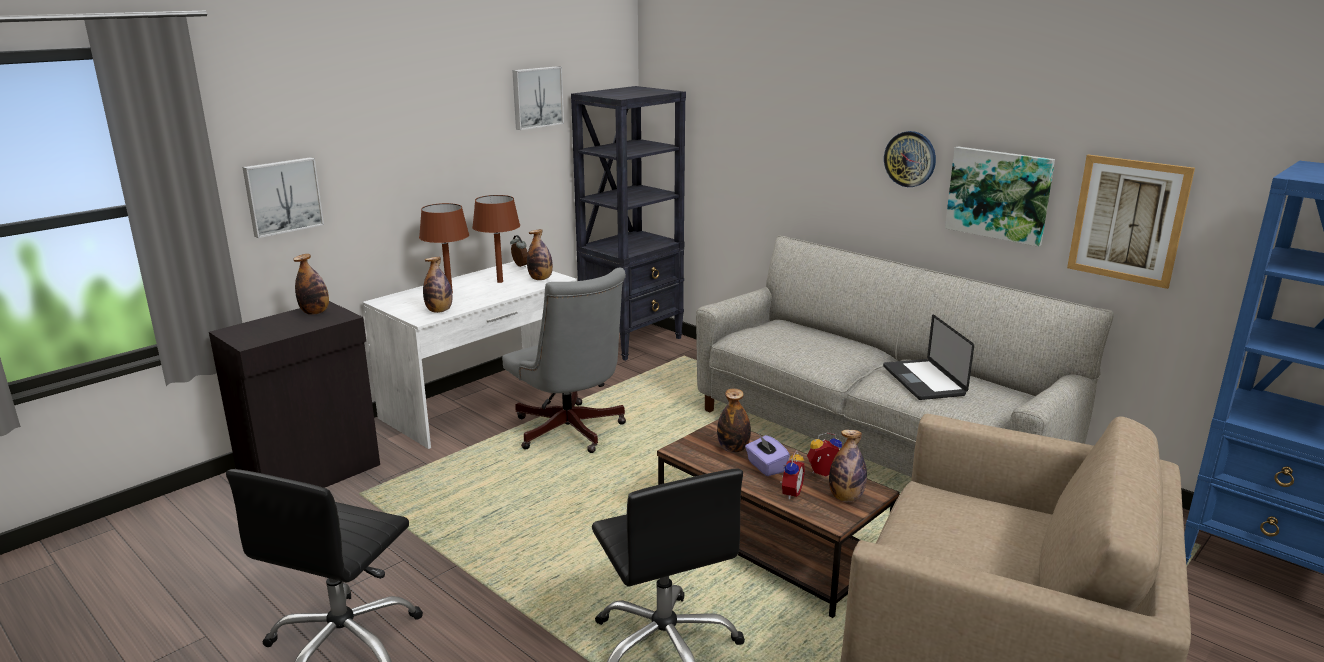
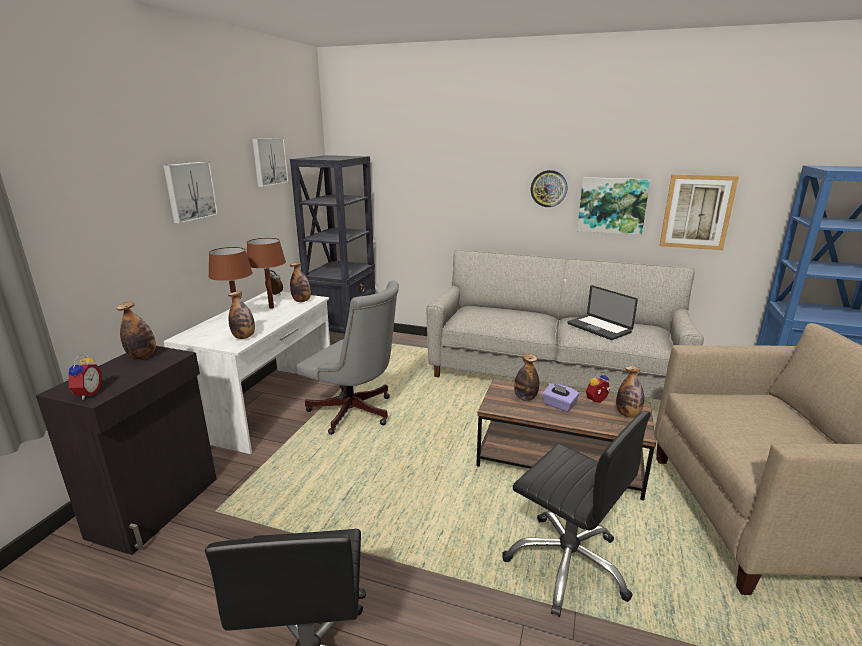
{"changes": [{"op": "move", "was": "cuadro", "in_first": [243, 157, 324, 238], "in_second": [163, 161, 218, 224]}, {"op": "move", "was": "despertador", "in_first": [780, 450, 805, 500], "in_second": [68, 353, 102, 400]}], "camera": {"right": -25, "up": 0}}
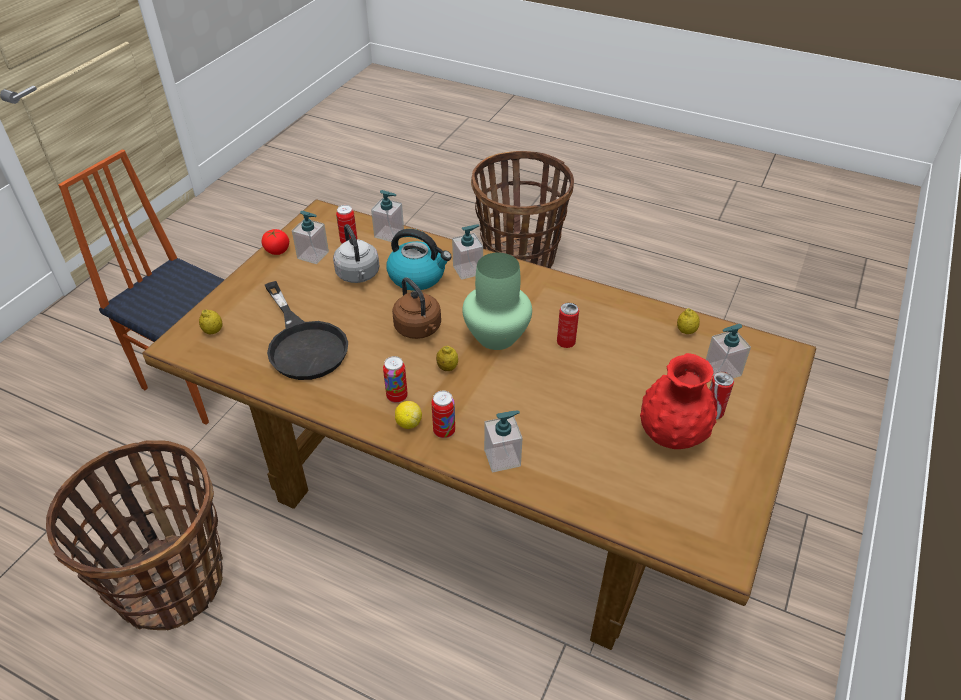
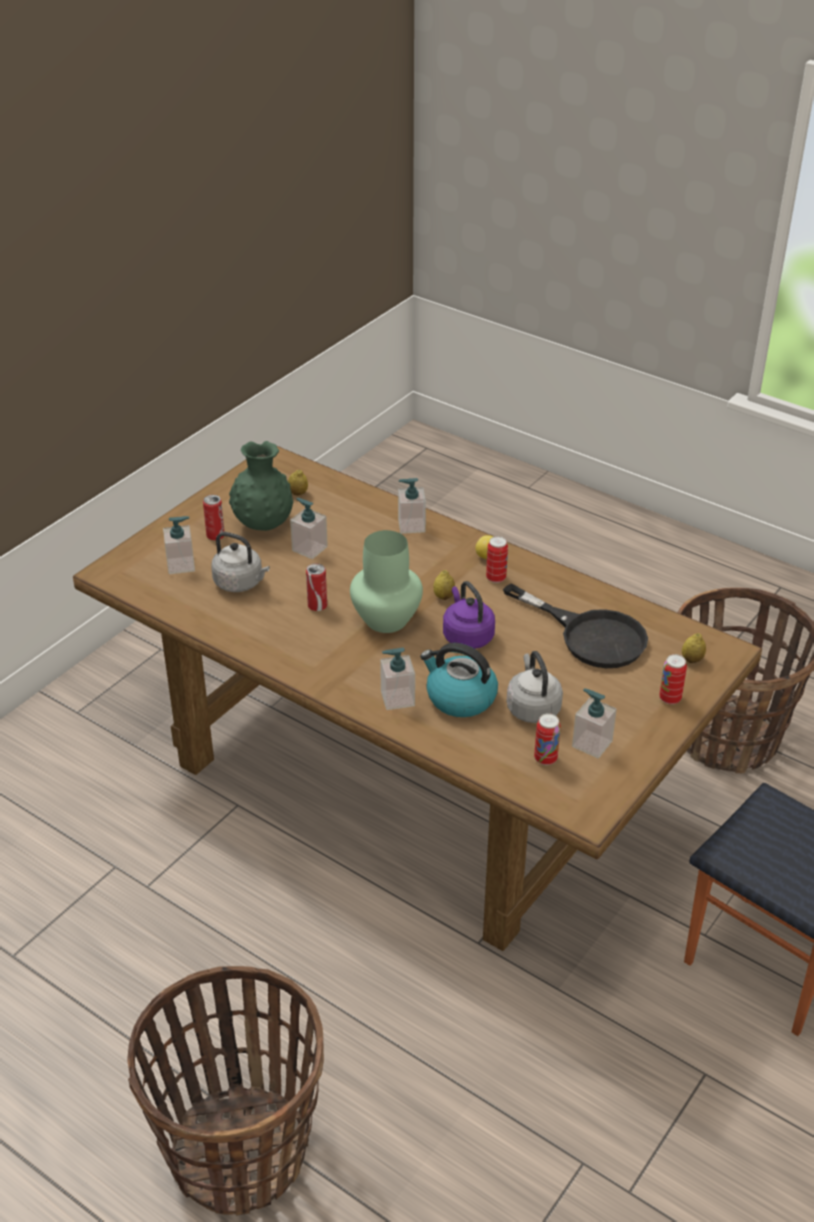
{"changes": [{"op": "move", "was": "dispensador de jabón", "in_first": [371, 190, 404, 242], "in_second": [290, 498, 328, 559]}, {"op": "delete", "was": "tomate", "in_first": [262, 229, 289, 255]}, {"op": "recolor", "was": "hervidor (marrón)", "now": "hervidor (morado)", "in_first": [392, 277, 441, 339], "in_second": [443, 581, 495, 649]}, {"op": "rotate", "was": "sartén (negro)", "in_first": [265, 281, 348, 380], "in_second": [503, 583, 648, 668], "clockwise": 150}, {"op": "move", "was": "limón", "in_first": [677, 308, 700, 334], "in_second": [288, 470, 308, 496]}, {"op": "recolor", "was": "florero (rojo)", "now": "florero (verde)", "in_first": [640, 353, 717, 449], "in_second": [229, 441, 293, 531]}, {"op": "move", "was": "lata", "in_first": [432, 391, 455, 438], "in_second": [659, 654, 687, 704]}, {"op": "insert", "now": "hervidor (gris)", "in_second": [211, 532, 270, 592]}], "camera": {"right": -170, "up": -5}}
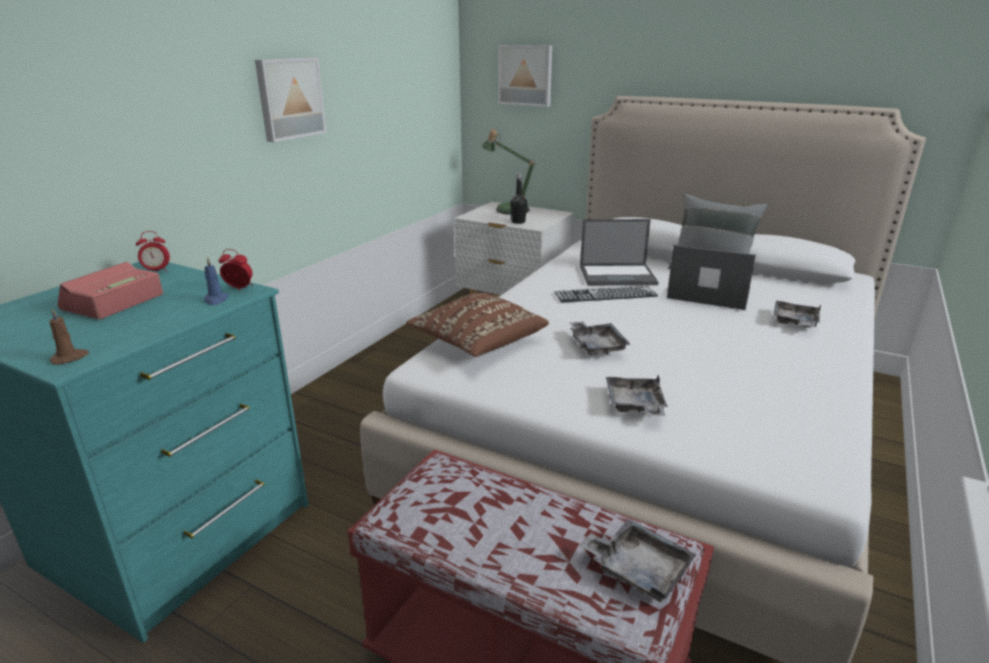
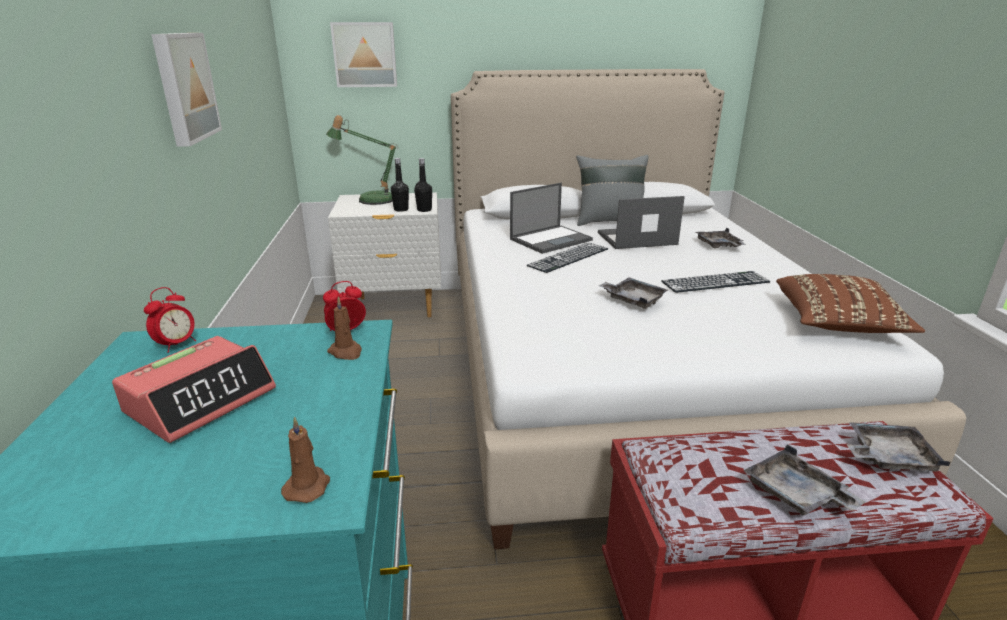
{"changes": [{"op": "recolor", "was": "vela (azul)", "now": "vela (marrón)", "in_first": [204, 257, 229, 305], "in_second": [327, 296, 362, 360]}, {"op": "rotate", "was": "despertador", "in_first": [58, 262, 163, 319], "in_second": [112, 336, 276, 443], "clockwise": -135}, {"op": "move", "was": "cojín (marrón)", "in_first": [406, 292, 549, 357], "in_second": [776, 274, 925, 333]}, {"op": "move", "was": "bandeja (gris)", "in_first": [606, 375, 668, 416], "in_second": [743, 444, 865, 515]}, {"op": "insert", "now": "botella (negro)", "in_second": [414, 158, 432, 212]}, {"op": "insert", "now": "teclado", "in_second": [661, 271, 770, 293]}], "camera": {"right": -35, "up": 0}}
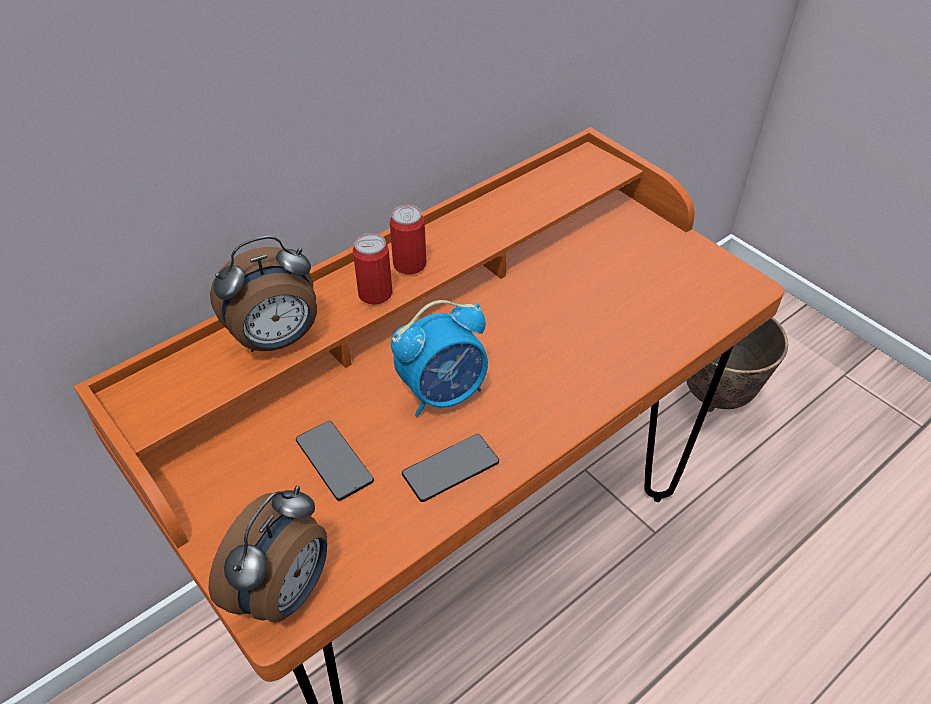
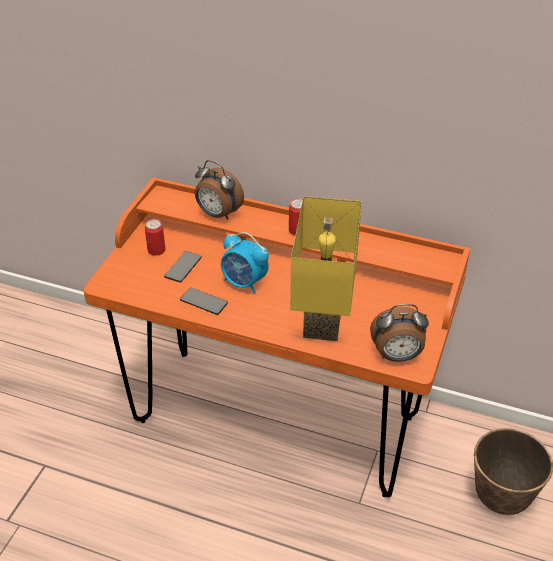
{"changes": [{"op": "move", "was": "lata", "in_first": [353, 233, 393, 304], "in_second": [145, 219, 165, 256]}, {"op": "move", "was": "despertador", "in_first": [208, 486, 327, 623], "in_second": [370, 304, 429, 362]}, {"op": "insert", "now": "lámpara de mesa (amarillo)", "in_second": [290, 196, 362, 341]}], "camera": {"right": 60, "up": -5}}
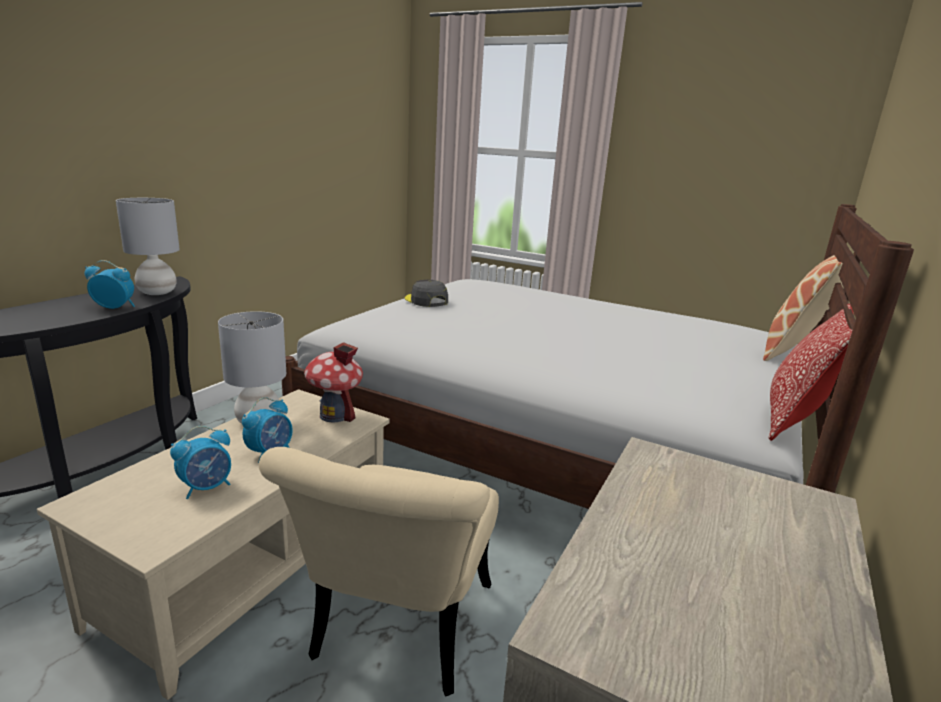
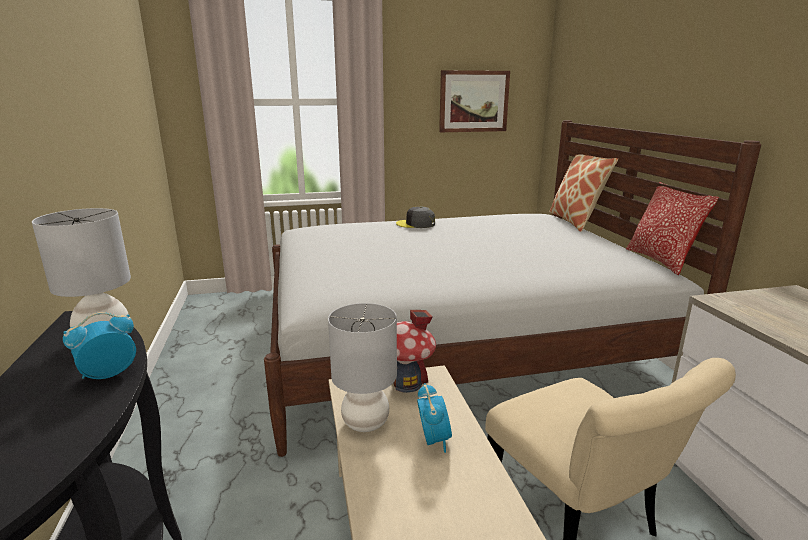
{"changes": [{"op": "move", "was": "gorra (gris)", "in_first": [405, 280, 448, 307], "in_second": [396, 207, 435, 228]}, {"op": "delete", "was": "despertador", "in_first": [170, 426, 231, 499]}, {"op": "insert", "now": "cuadro", "in_second": [439, 70, 510, 132]}], "camera": {"right": -40, "up": 0}}
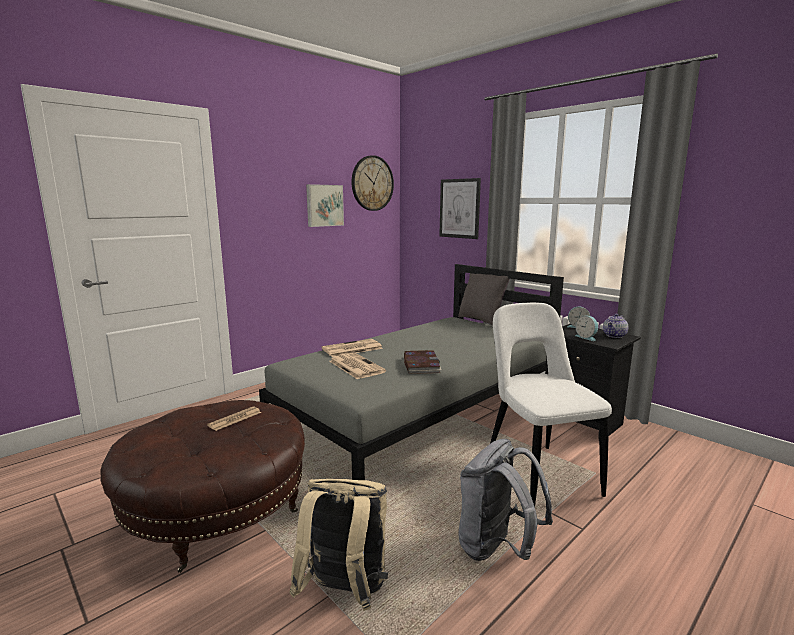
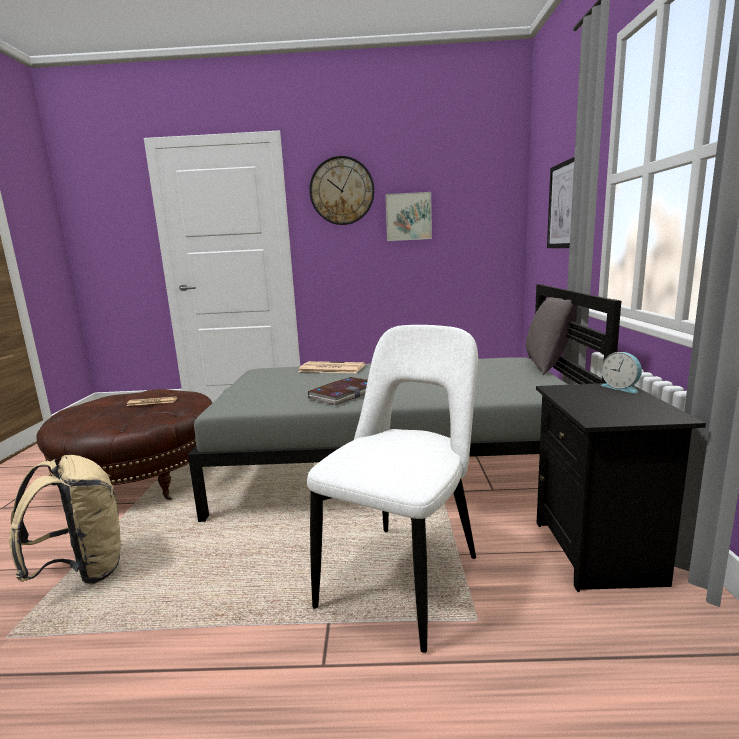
{"changes": [{"op": "move", "was": "reloj de pared", "in_first": [352, 155, 394, 211], "in_second": [309, 156, 374, 225]}, {"op": "delete", "was": "tetera", "in_first": [603, 314, 628, 338]}, {"op": "delete", "was": "despertador", "in_first": [575, 316, 598, 341]}, {"op": "delete", "was": "periódico", "in_first": [329, 353, 386, 379]}, {"op": "delete", "was": "mochila (gris)", "in_first": [459, 439, 553, 561]}], "camera": {"right": 45, "up": 0}}
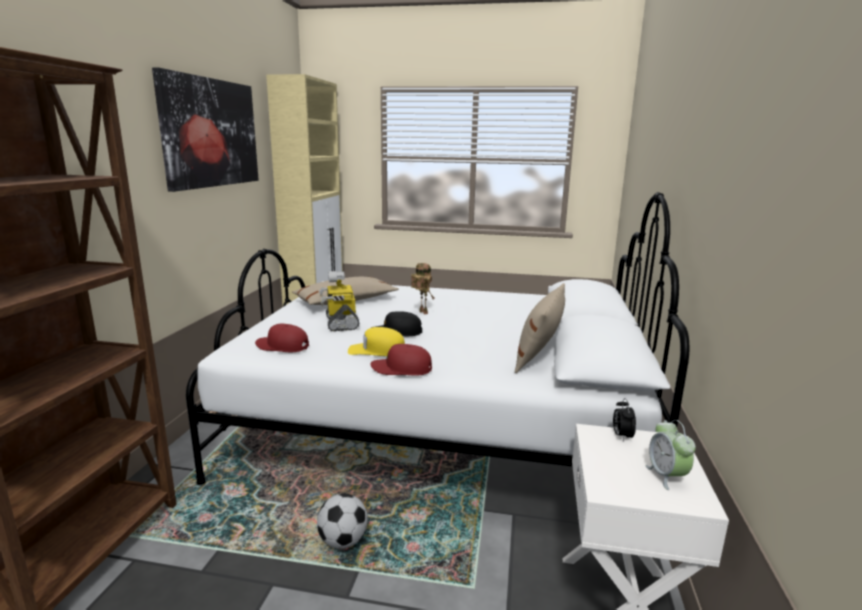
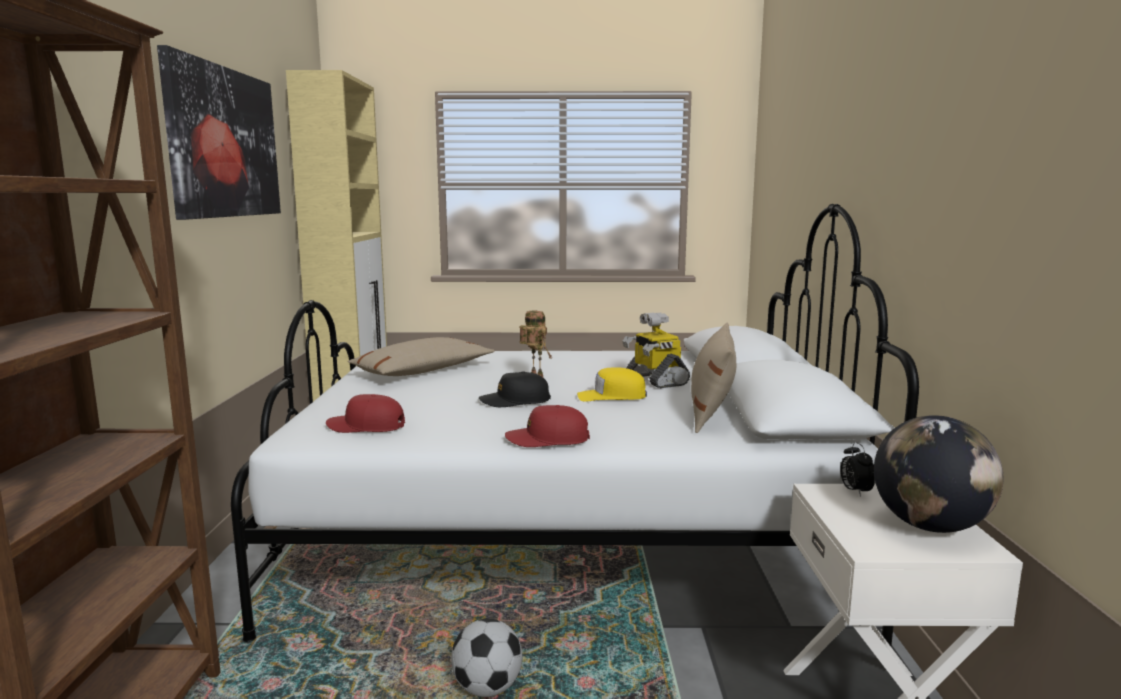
{"changes": [{"op": "move", "was": "robot de juguete", "in_first": [319, 271, 359, 331], "in_second": [622, 313, 690, 388]}, {"op": "move", "was": "gorra (amarillo)", "in_first": [348, 327, 405, 356], "in_second": [577, 367, 647, 402]}, {"op": "replace", "was": "despertador", "now": "globo terráqueo", "in_first": [645, 420, 696, 490], "in_second": [874, 415, 1004, 533]}], "camera": {"right": -10, "up": -5}}
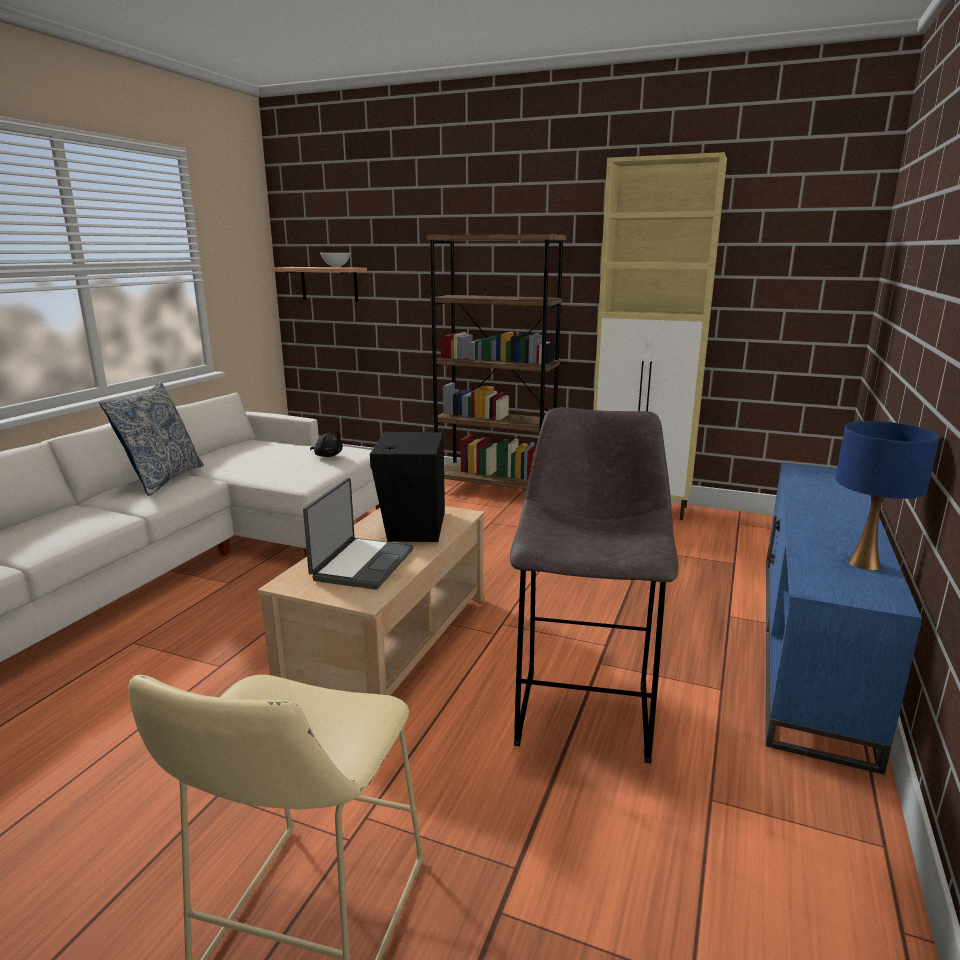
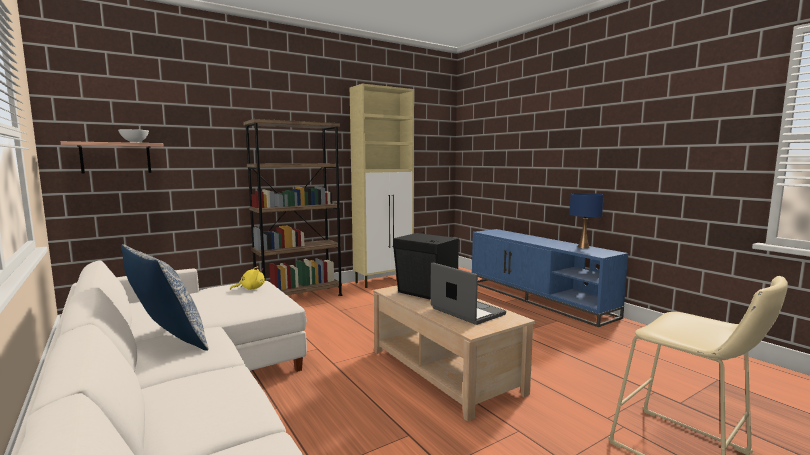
{"changes": [{"op": "delete", "was": "taburete (gris)", "in_first": [510, 407, 678, 763]}, {"op": "recolor", "was": "peluche (negro)", "now": "peluche (amarillo)", "in_first": [310, 431, 343, 457], "in_second": [230, 266, 265, 290]}], "camera": {"right": -55, "up": -10}}
